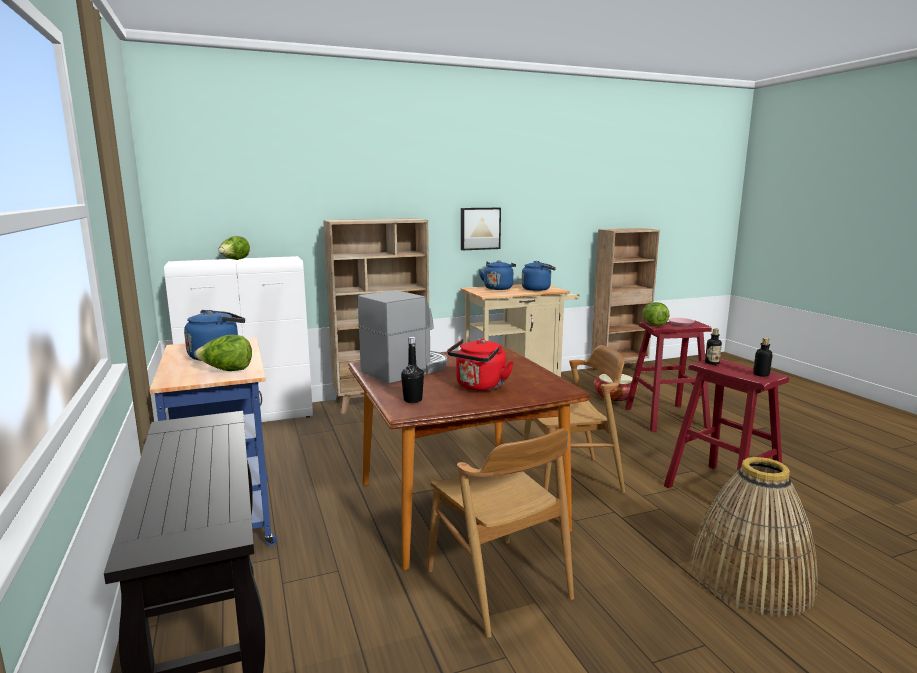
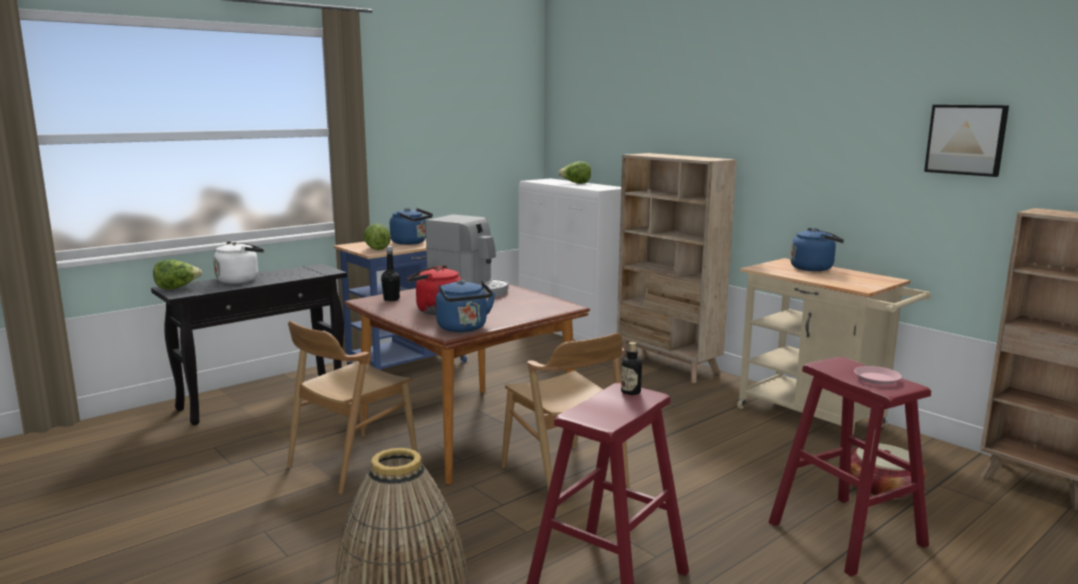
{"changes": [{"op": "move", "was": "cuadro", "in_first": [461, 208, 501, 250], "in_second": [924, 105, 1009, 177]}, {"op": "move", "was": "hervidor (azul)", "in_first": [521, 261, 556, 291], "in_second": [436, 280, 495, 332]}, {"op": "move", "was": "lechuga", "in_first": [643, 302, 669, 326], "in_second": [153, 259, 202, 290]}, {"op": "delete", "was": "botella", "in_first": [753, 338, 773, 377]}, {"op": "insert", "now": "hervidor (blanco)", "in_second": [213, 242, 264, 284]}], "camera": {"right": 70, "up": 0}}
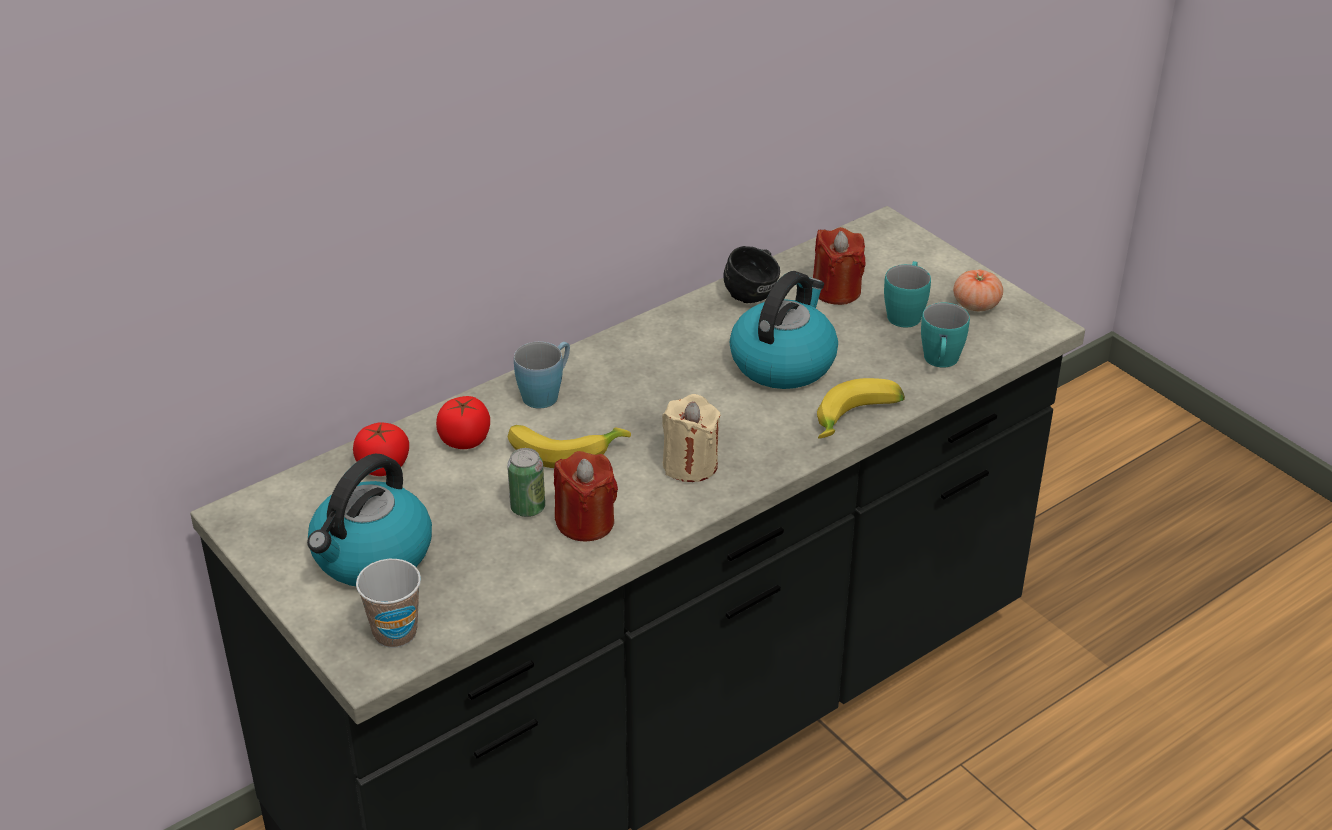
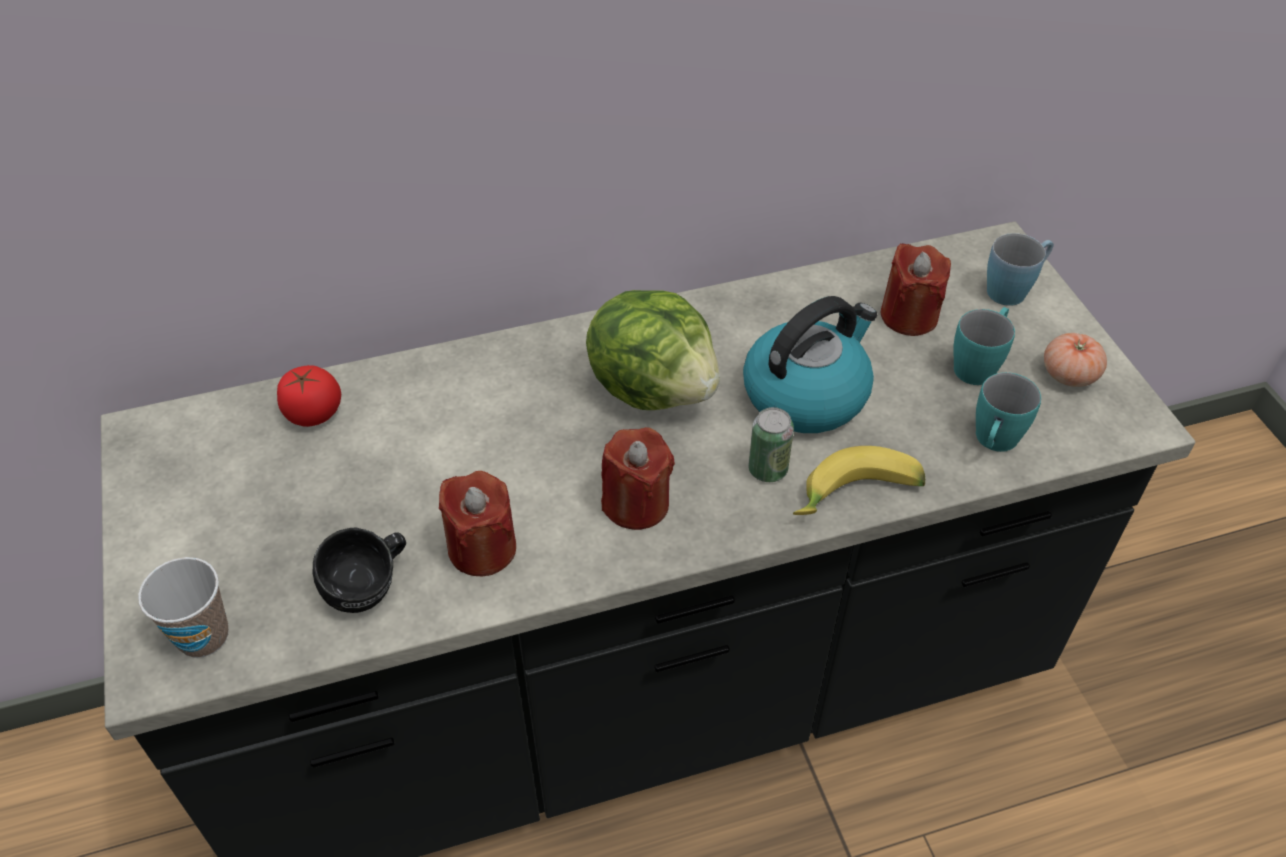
{"changes": [{"op": "move", "was": "taza grande (negro)", "in_first": [723, 246, 780, 303], "in_second": [312, 528, 406, 613]}, {"op": "move", "was": "taza grande (azul)", "in_first": [514, 342, 570, 409], "in_second": [987, 233, 1054, 306]}, {"op": "recolor", "was": "vela (beis)", "now": "vela (rojo)", "in_first": [662, 394, 720, 482], "in_second": [601, 427, 675, 530]}, {"op": "delete", "was": "tomate", "in_first": [436, 396, 490, 449]}, {"op": "delete", "was": "plátano", "in_first": [508, 425, 631, 468]}, {"op": "move", "was": "lata", "in_first": [507, 448, 545, 517], "in_second": [748, 407, 794, 482]}, {"op": "delete", "was": "hervidor", "in_first": [307, 454, 432, 586]}, {"op": "insert", "now": "lechuga", "in_second": [586, 290, 720, 410]}], "camera": {"right": 20, "up": 10}}
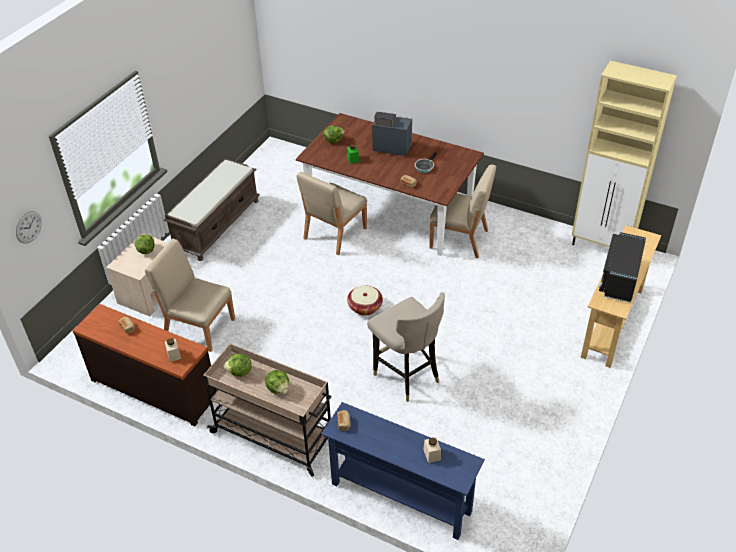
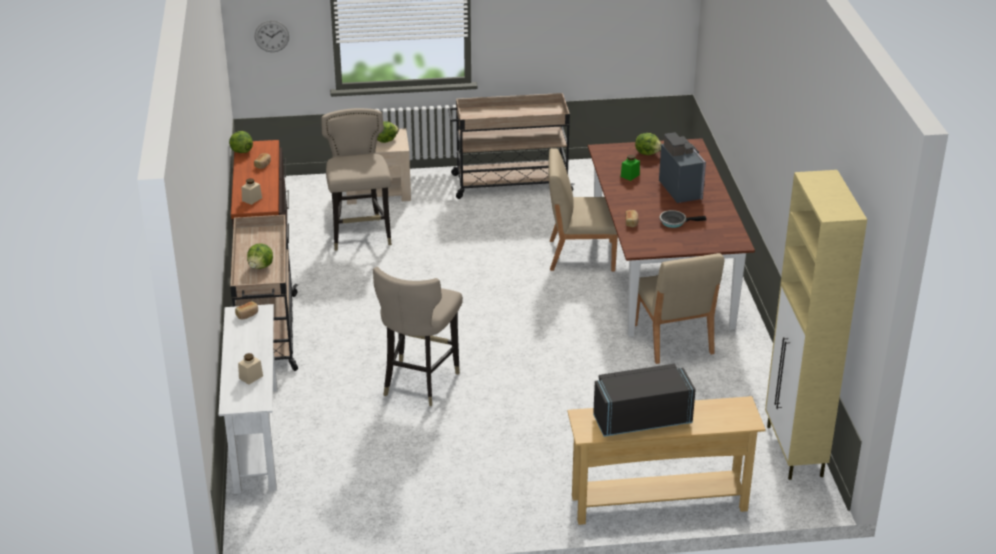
{"changes": [{"op": "replace", "was": "banco (marrón)", "now": "carrito (beis)", "in_first": [164, 158, 260, 261], "in_second": [448, 93, 575, 199]}, {"op": "replace", "was": "silla (beis)", "now": "taburete (beis)", "in_first": [145, 239, 235, 352], "in_second": [321, 108, 392, 251]}, {"op": "delete", "was": "cesta", "in_first": [347, 286, 383, 316]}, {"op": "move", "was": "lechuga", "in_first": [224, 354, 252, 377], "in_second": [229, 131, 253, 153]}, {"op": "recolor", "was": "mesa consola (azul)", "now": "mesa consola (blanco)", "in_first": [321, 402, 485, 540], "in_second": [219, 304, 277, 494]}], "camera": {"right": 55, "up": -10}}
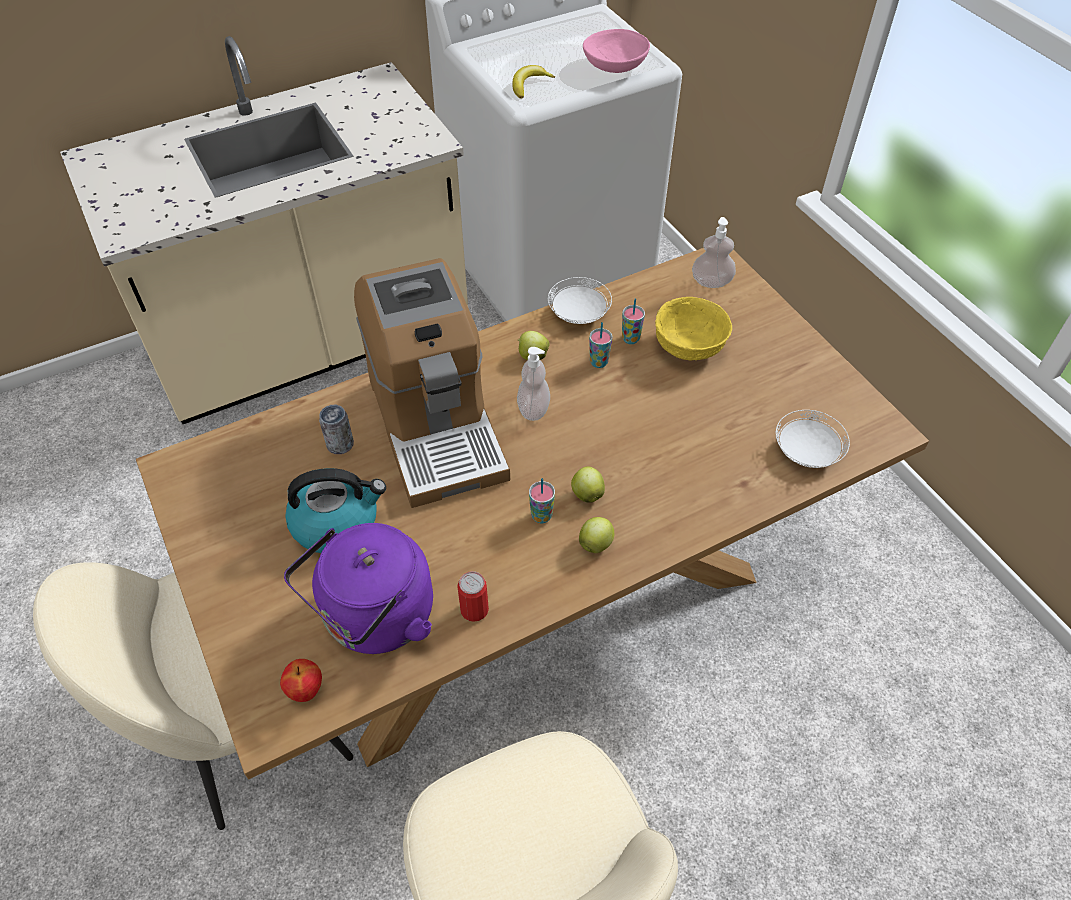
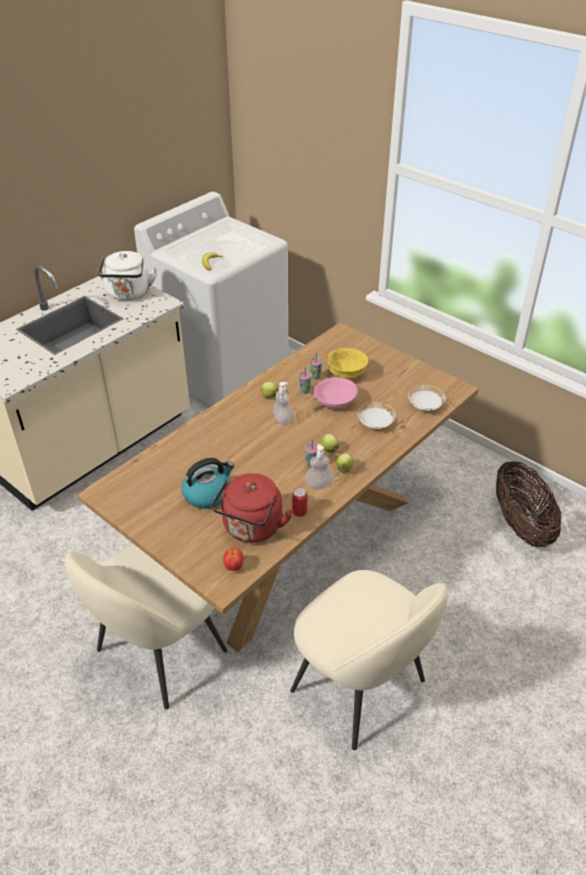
{"changes": [{"op": "move", "was": "cuenco (rosa)", "in_first": [583, 29, 650, 73], "in_second": [314, 377, 358, 408]}, {"op": "move", "was": "dispensador de jabón", "in_first": [692, 217, 736, 288], "in_second": [305, 444, 334, 489]}, {"op": "delete", "was": "cafetera", "in_first": [354, 258, 510, 508]}, {"op": "move", "was": "plato (blanco)", "in_first": [548, 277, 612, 324], "in_second": [358, 402, 396, 429]}, {"op": "delete", "was": "lata", "in_first": [319, 405, 354, 454]}, {"op": "recolor", "was": "hervidor (morado)", "now": "hervidor (rojo)", "in_first": [284, 523, 433, 654], "in_second": [211, 473, 293, 543]}, {"op": "insert", "now": "hervidor (blanco)", "in_second": [98, 251, 157, 301]}, {"op": "insert", "now": "cesta", "in_second": [496, 461, 561, 547]}], "camera": {"right": -20, "up": -10}}
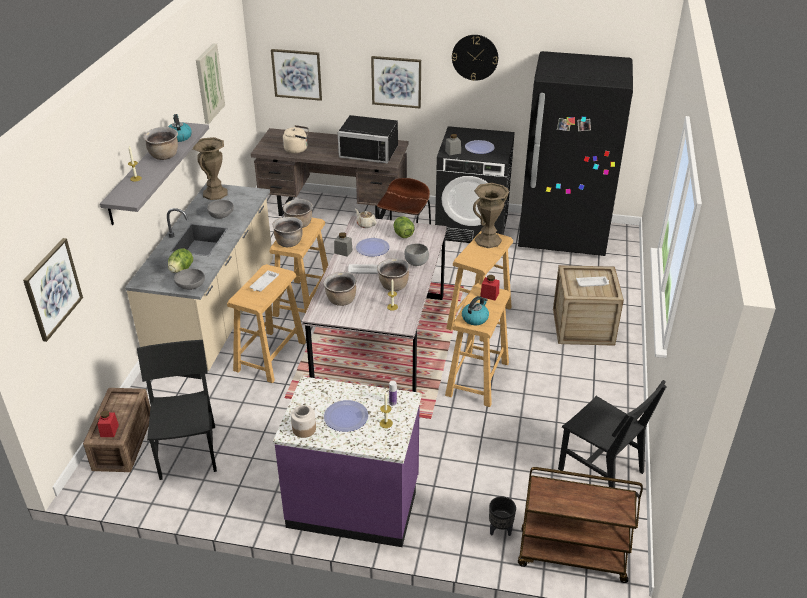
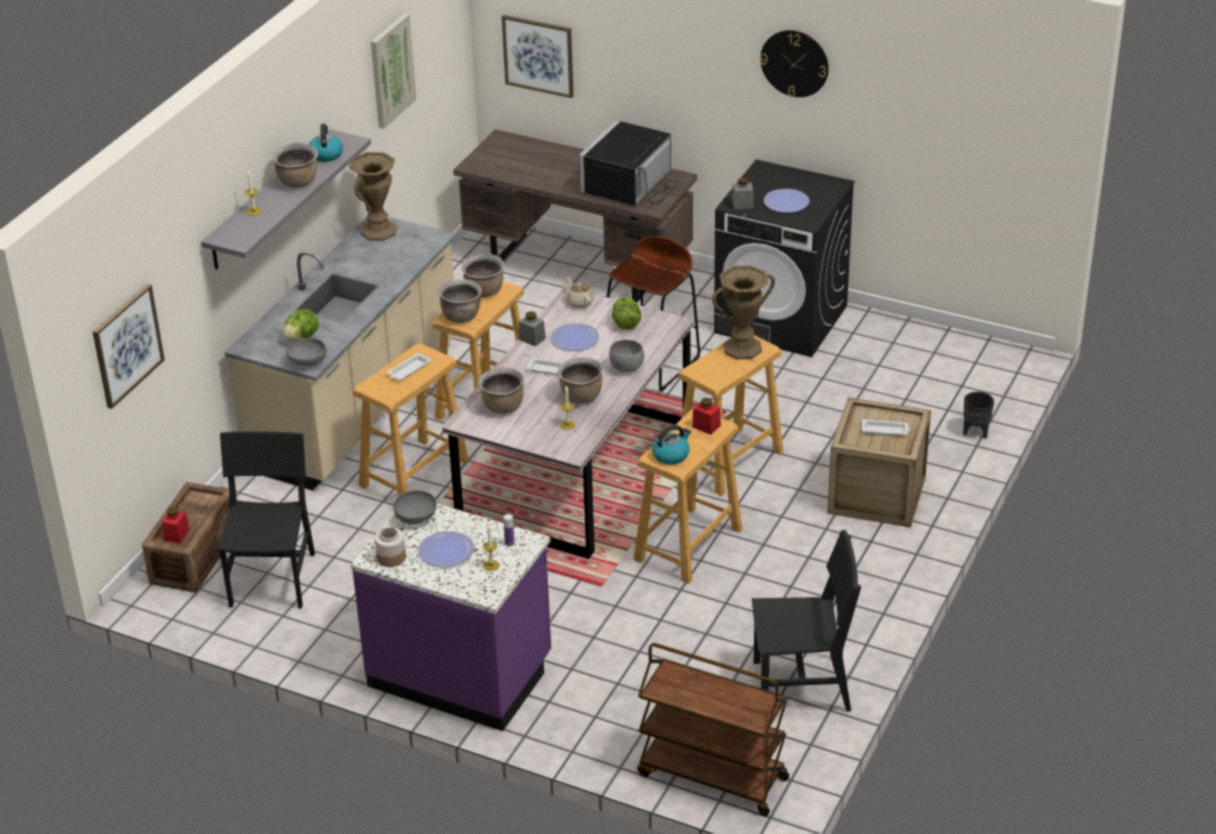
{"changes": [{"op": "delete", "was": "nevera (negro)", "in_first": [518, 51, 633, 256]}, {"op": "delete", "was": "cuadro", "in_first": [371, 56, 421, 108]}, {"op": "rotate", "was": "microondas (negro)", "in_first": [338, 115, 398, 164], "in_second": [579, 120, 679, 206], "clockwise": 90}, {"op": "delete", "was": "hervidor (beis)", "in_first": [283, 125, 309, 154]}, {"op": "move", "was": "cuenco (gris)", "in_first": [207, 200, 234, 219], "in_second": [393, 490, 437, 524]}, {"op": "rotate", "was": "silla (negro)", "in_first": [558, 380, 667, 488], "in_second": [752, 530, 861, 712], "clockwise": -60}, {"op": "move", "was": "maceta (negro)", "in_first": [489, 497, 516, 536], "in_second": [963, 392, 994, 439]}], "camera": {"right": 15, "up": 0}}
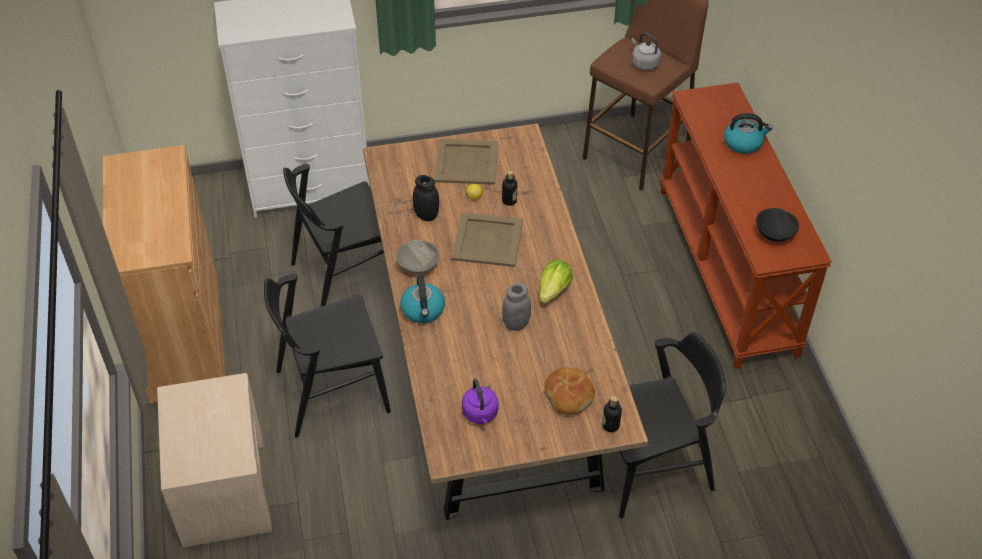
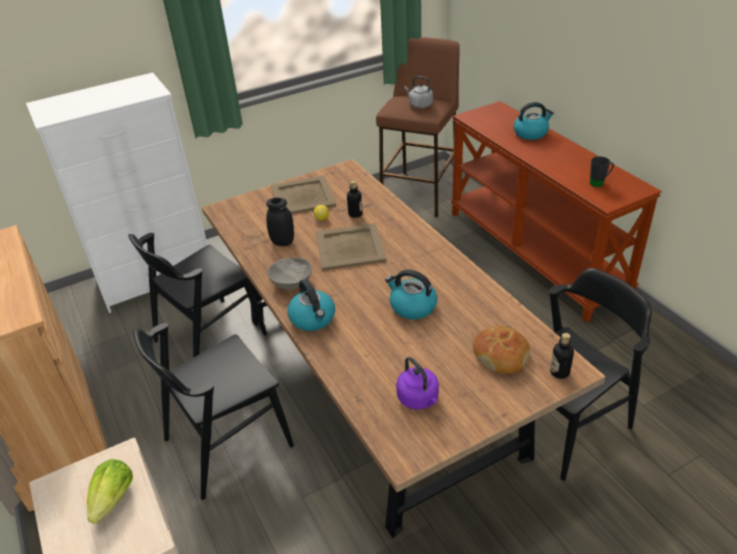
{"changes": [{"op": "replace", "was": "cuenco (negro)", "now": "taza grande (negro)", "in_first": [756, 208, 799, 242], "in_second": [590, 156, 614, 187]}, {"op": "move", "was": "lechuga", "in_first": [539, 260, 573, 303], "in_second": [87, 459, 133, 524]}, {"op": "replace", "was": "tarro (gris)", "now": "hervidor", "in_first": [502, 283, 531, 331], "in_second": [385, 269, 437, 319]}], "camera": {"right": -15, "up": -10}}
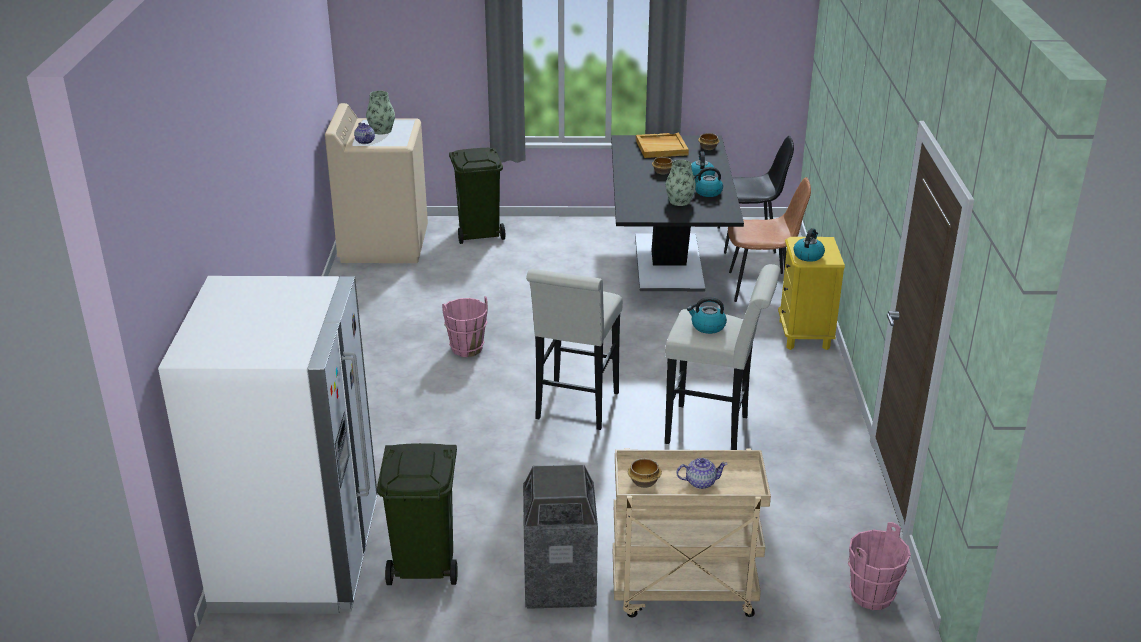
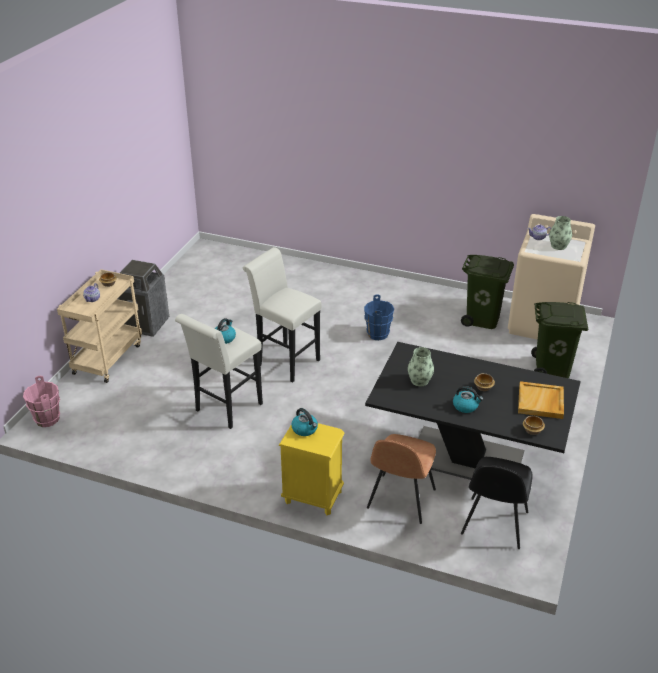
{"changes": [{"op": "delete", "was": "hervidor", "in_first": [693, 167, 723, 197]}, {"op": "delete", "was": "nevera (blanco)", "in_first": [158, 276, 377, 614]}, {"op": "recolor", "was": "cubo (rosa)", "now": "cubo (azul)", "in_first": [442, 296, 488, 357], "in_second": [364, 294, 394, 340]}, {"op": "move", "was": "papelera (verde)", "in_first": [377, 443, 458, 585], "in_second": [461, 255, 514, 329]}], "camera": {"right": 110, "up": 5}}
